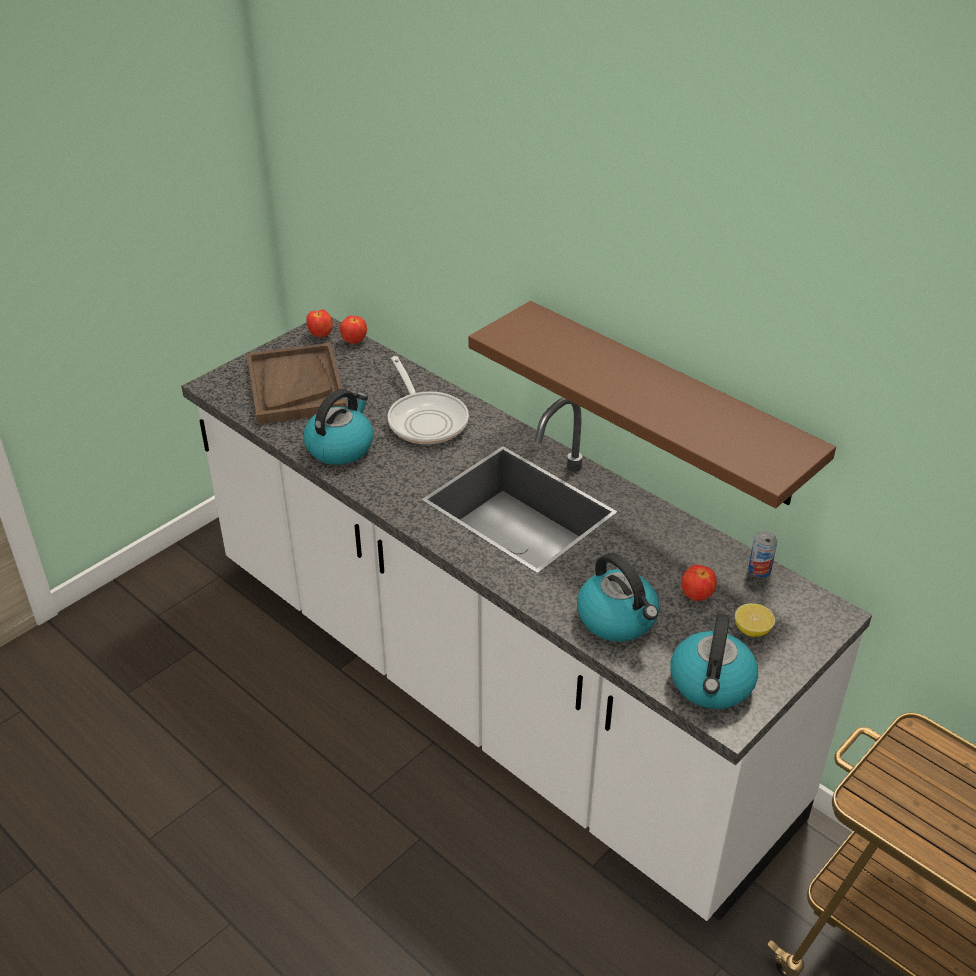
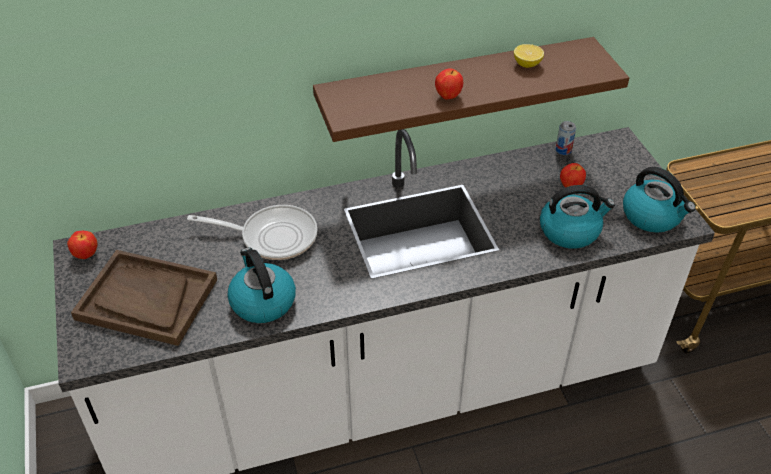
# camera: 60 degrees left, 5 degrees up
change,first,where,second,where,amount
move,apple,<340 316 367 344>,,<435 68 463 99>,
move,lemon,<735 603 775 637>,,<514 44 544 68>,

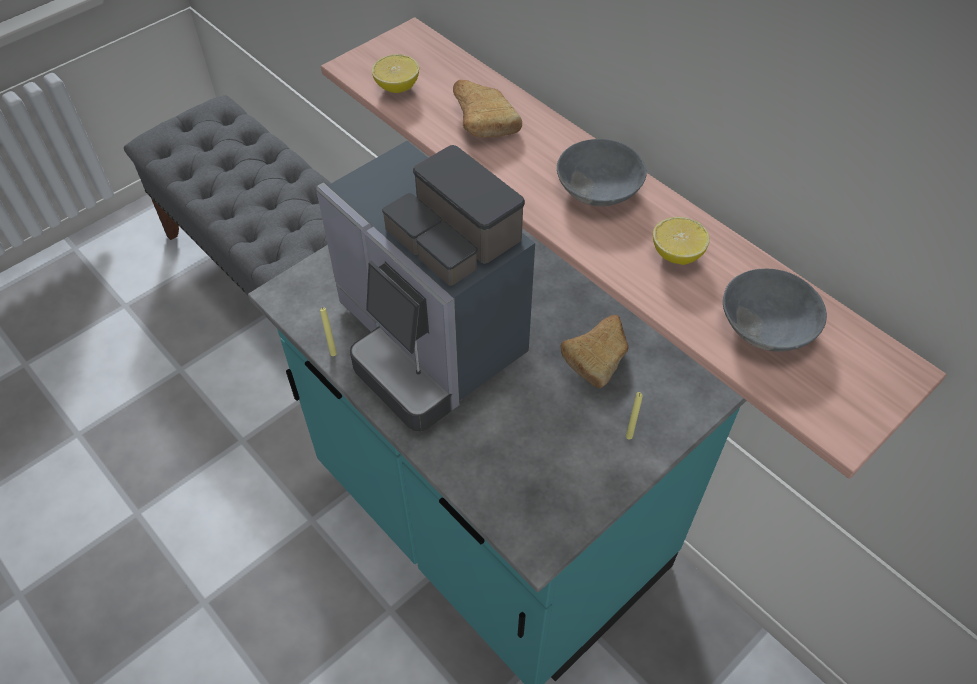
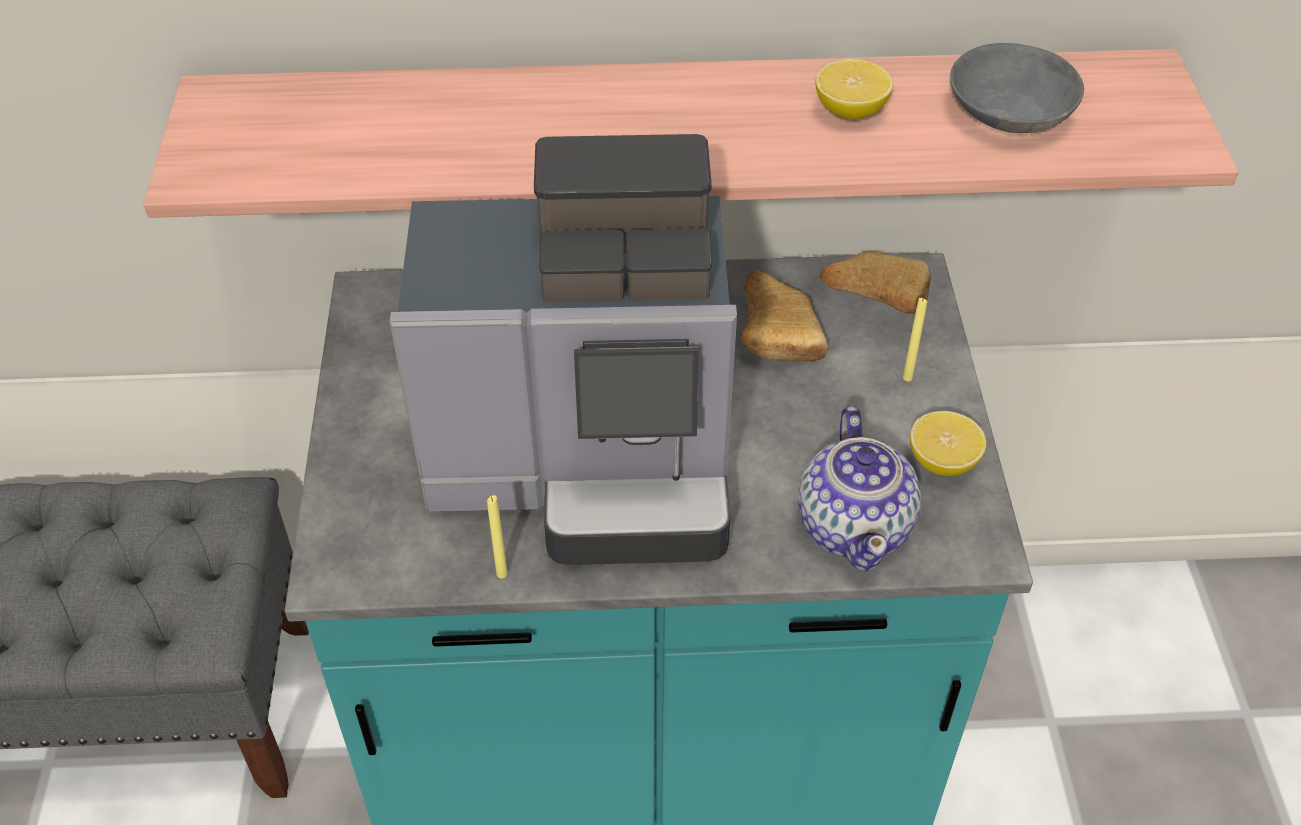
# camera: 50 degrees left, 5 degrees down
change,first,where,second,where,amount
insert,,,teapot,<798 406 921 571>,
move,bread,<453 80 522 138>,,<820 252 931 314>,
move,lemon,<372 54 419 93>,,<910 411 987 476>,
delete,grey bowl,<557 139 647 206>,,,

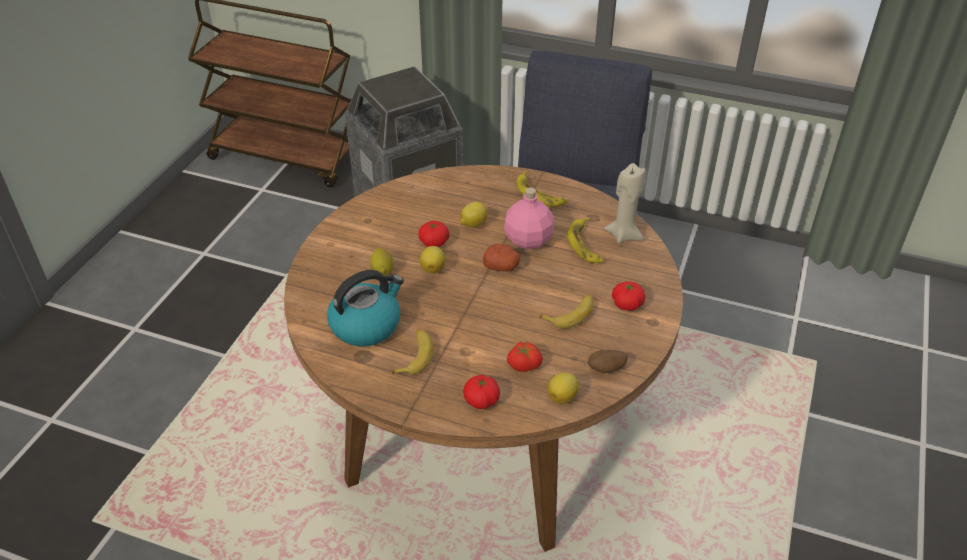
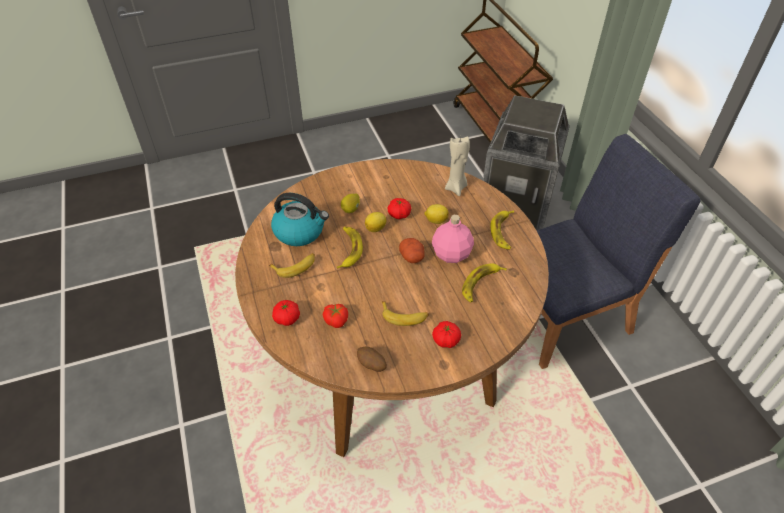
# camera: 50 degrees right, 5 degrees up
change,first,where,second,where,amount
insert,,,banana,<337 227 363 269>,
move,beige candle,<604 163 646 244>,,<445 137 470 196>,
delete,lemon,<548 372 579 404>,,,

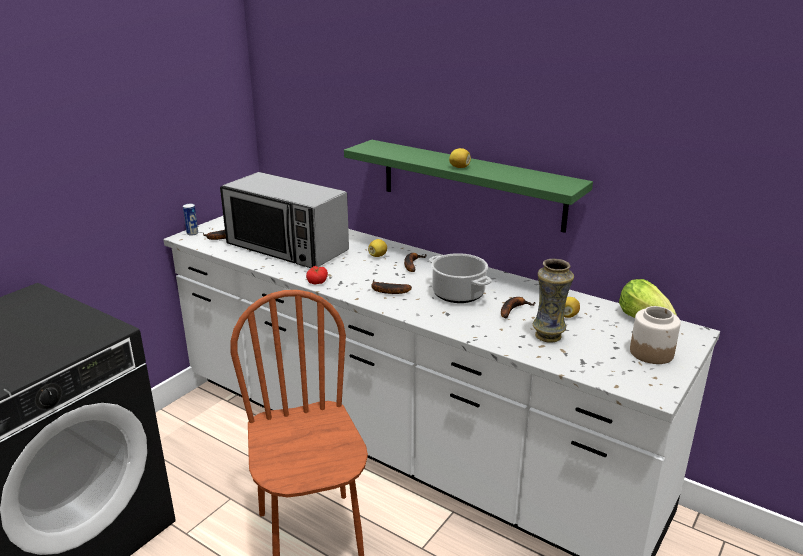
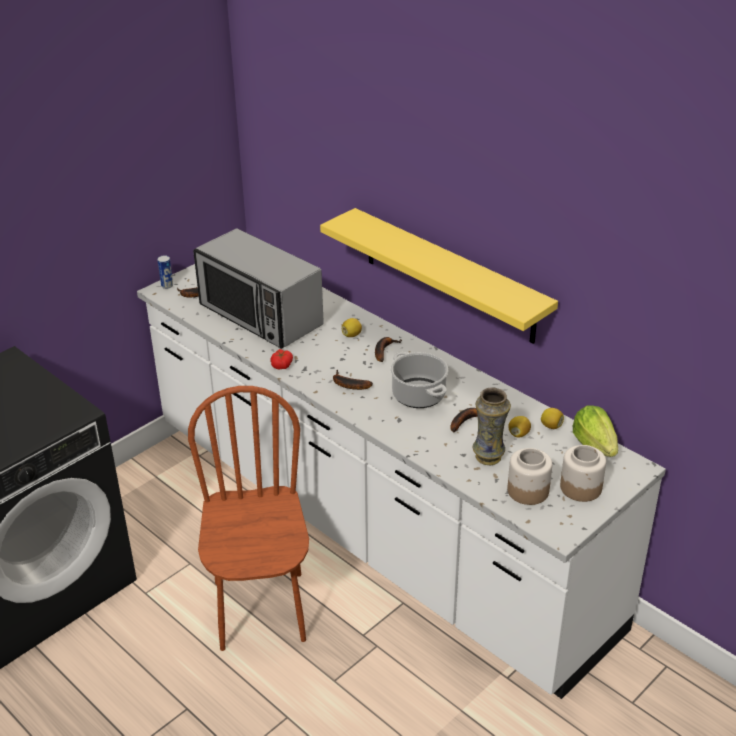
# camera: 10 degrees right, 10 degrees up
change,first,where,second,where,amount
recolor,green shelf,<344 140 593 233>,yellow shelf,<320 208 558 344>,
insert,,,jar,<507 448 552 505>,
move,lemon,<449 148 471 168>,,<541 408 564 429>,

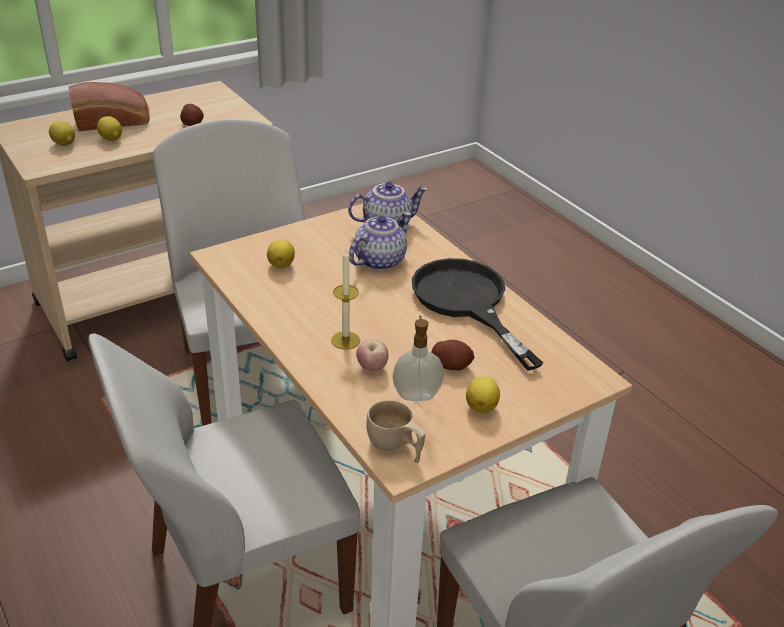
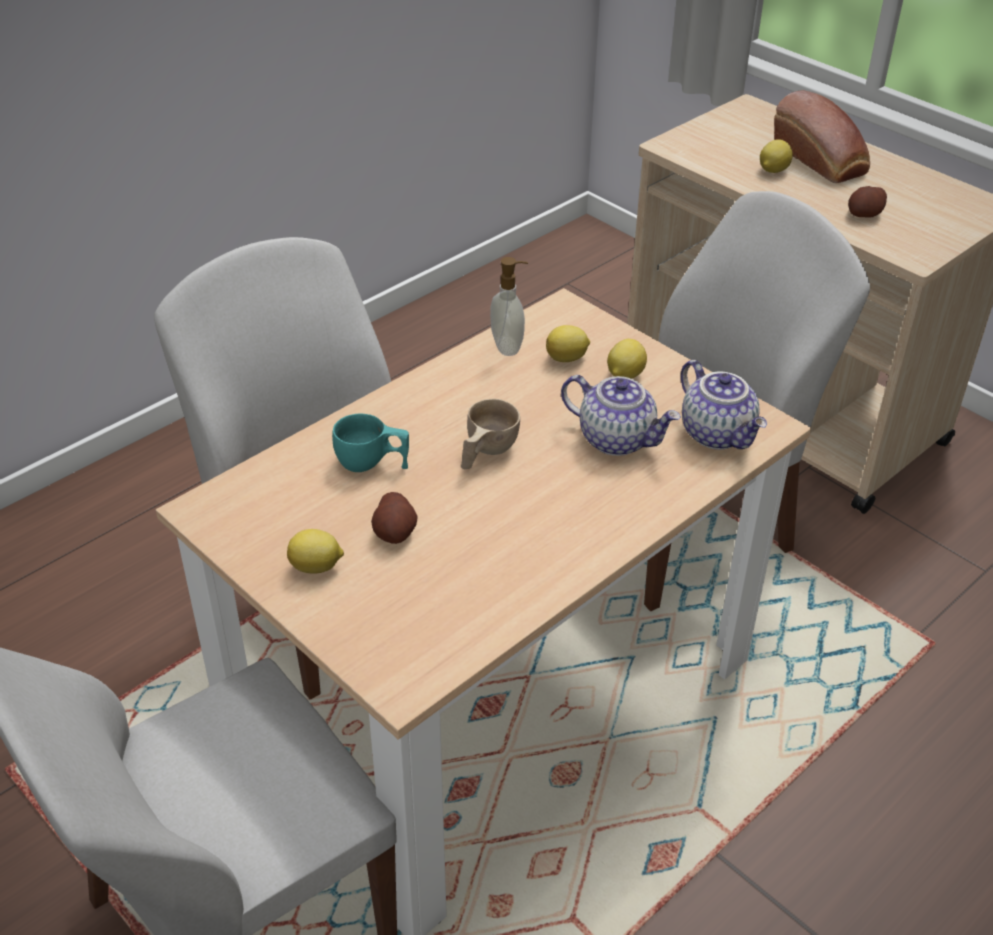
# camera: 80 degrees right, 5 degrees up
change,first,where,second,where,amount
replace,apple,<356 339 389 371>,turquoise cup,<332 413 409 472>,
move,beige cup,<366 400 426 463>,,<461 399 520 469>,
move,soap dispenser,<393 315 444 401>,,<490 257 528 356>,
move,lemon,<49 121 75 146>,,<607 339 647 379>,
delete,candle,<331 249 360 350>,,,
delete,black frying pan,<412 258 543 371>,,,

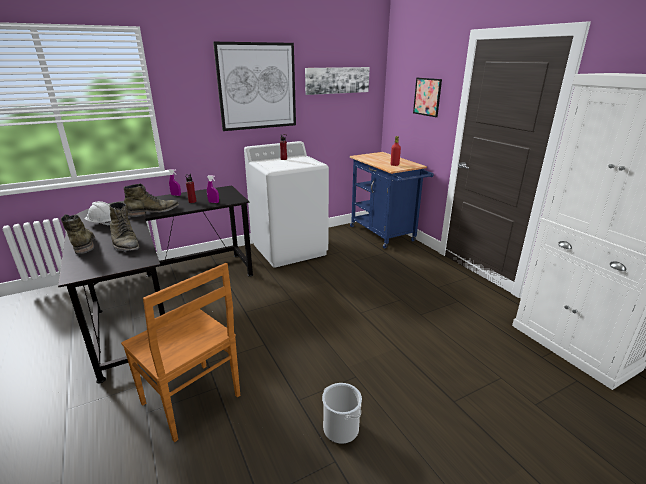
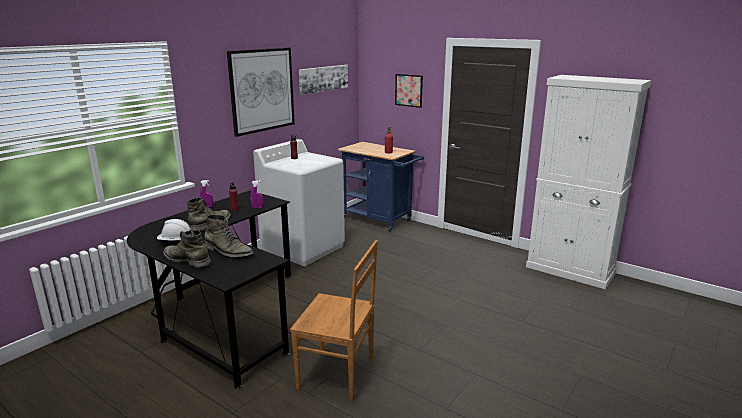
# camera: 25 degrees left, 5 degrees down
change,first,where,second,where,amount
delete,bucket,<322 383 362 444>,,,

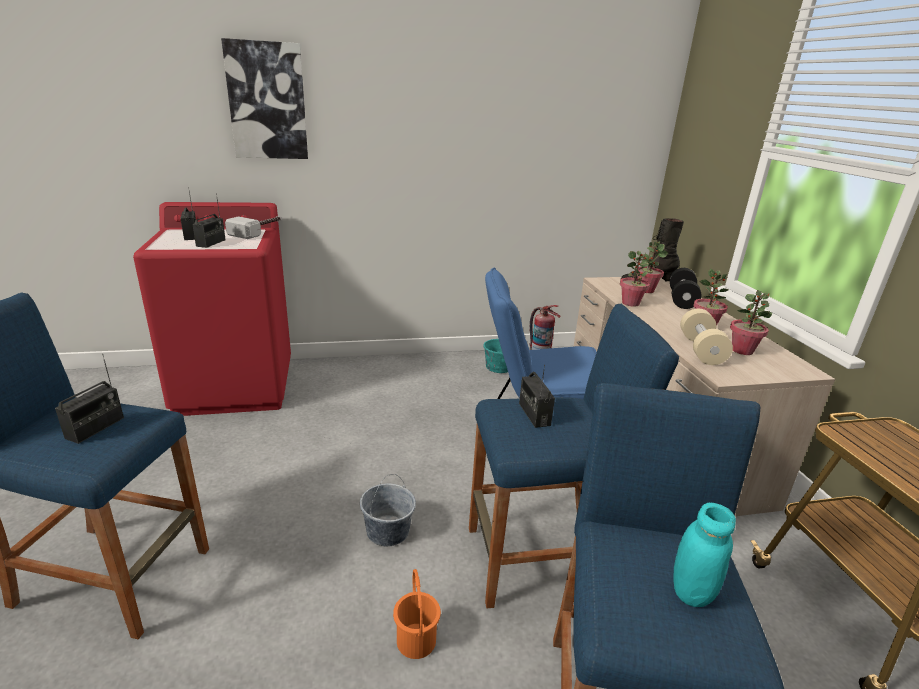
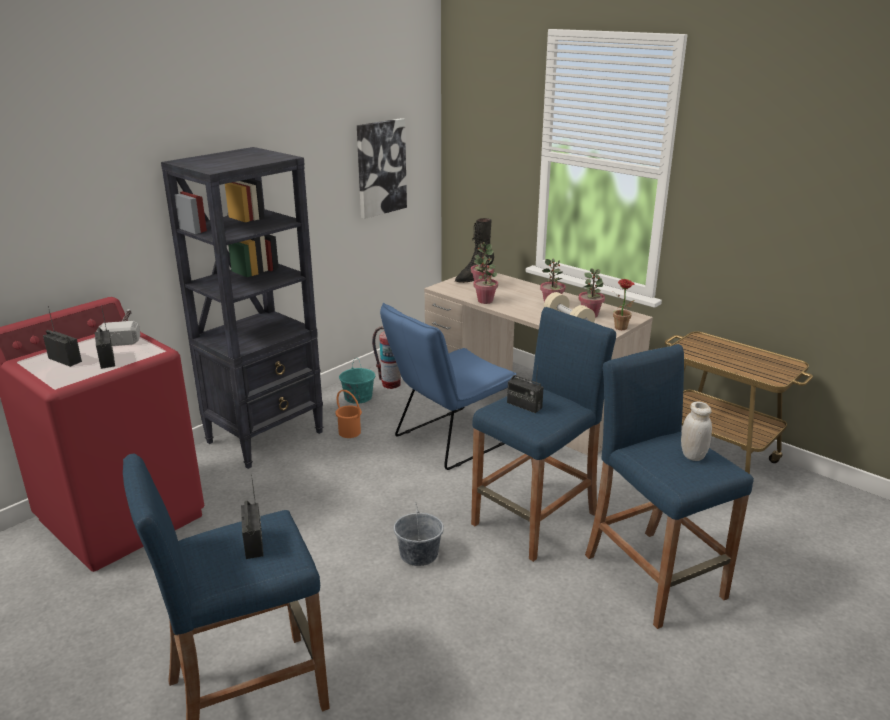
# camera: 35 degrees left, 0 degrees up
change,first,where,second,where,amount
insert,,,black bookcase,<161 147 323 469>,
move,orange bucket,<393 569 441 659>,,<335 390 362 438>,
move,picture,<221 38 308 159>,,<357 118 407 219>,
insert,,,potted plant,<613 279 635 330>,
recolor,turquoise jar,<673 503 736 607>,white jar,<681 402 712 461>,
delete,black dumbbell,<670 268 701 309>,,,

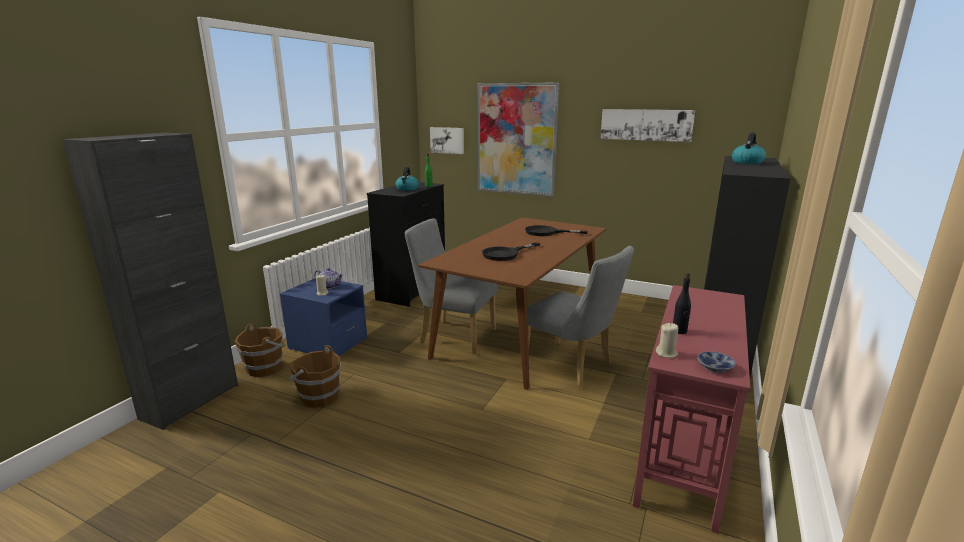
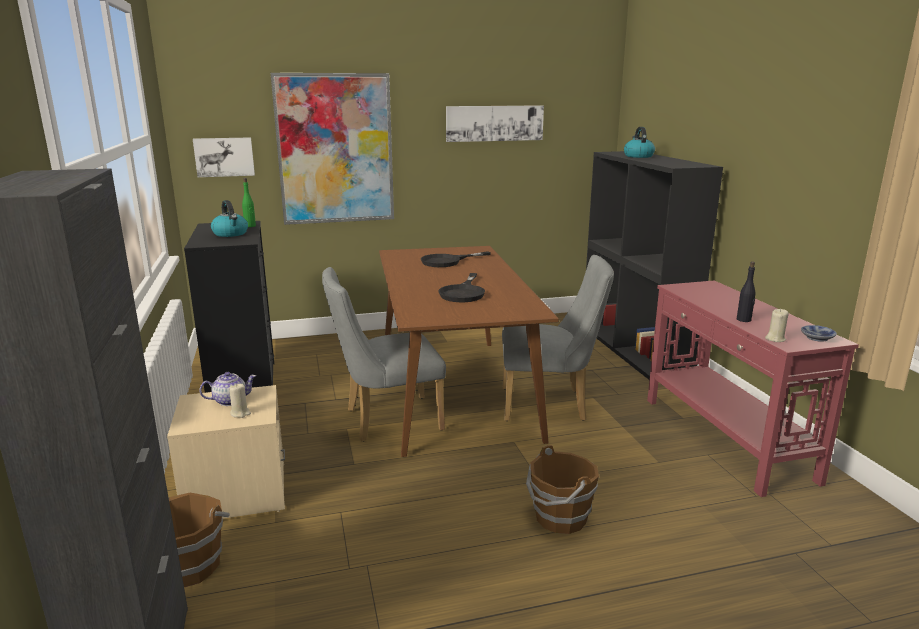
# camera: 40 degrees left, 0 degrees up
change,first,where,second,where,amount
recolor,blue nightstand,<280 278 367 356>,beige nightstand,<167 385 285 519>,
move,brown bucket,<289 345 341 408>,,<526 445 599 534>,

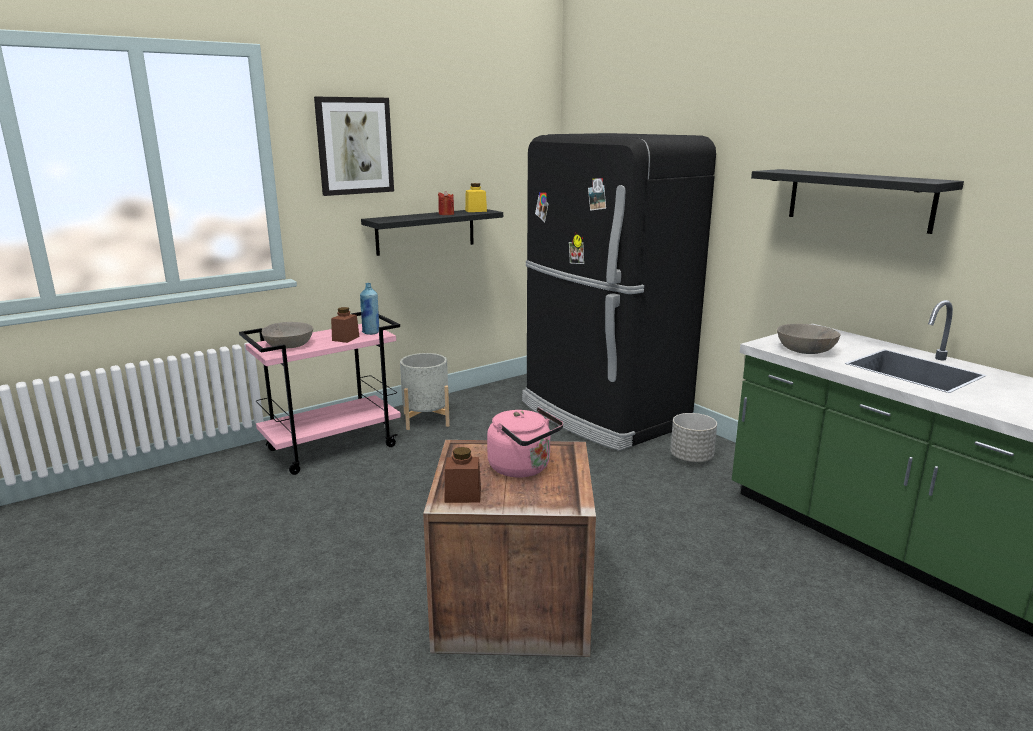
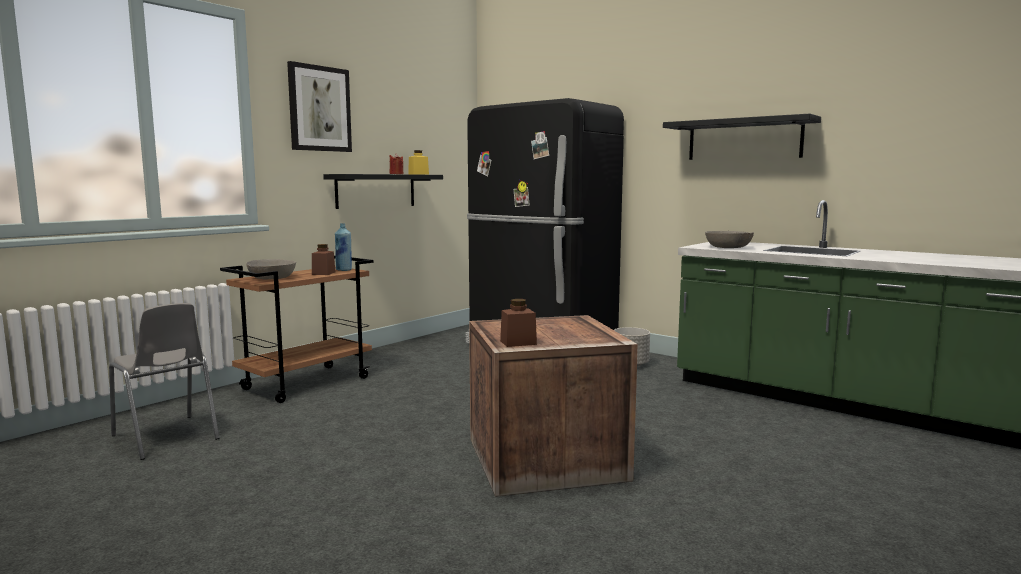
# camera: 15 degrees left, 10 degrees down
change,first,where,second,where,amount
insert,,,grey chair,<109 303 219 460>,
recolor,pink cart,<239 312 401 475>,brown cart,<220 255 373 403>,
delete,grey planter,<400 353 450 430>,,,
delete,pink kettle,<487 407 563 478>,,,

